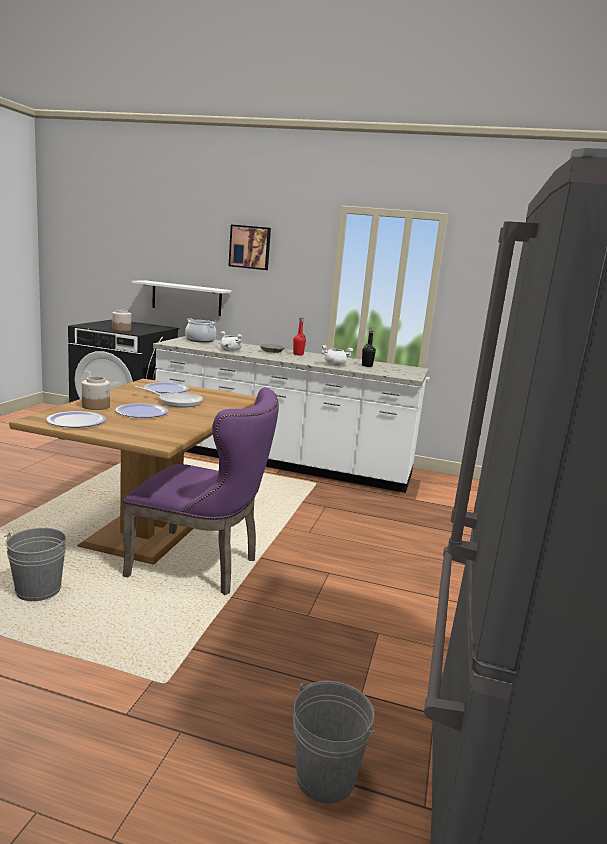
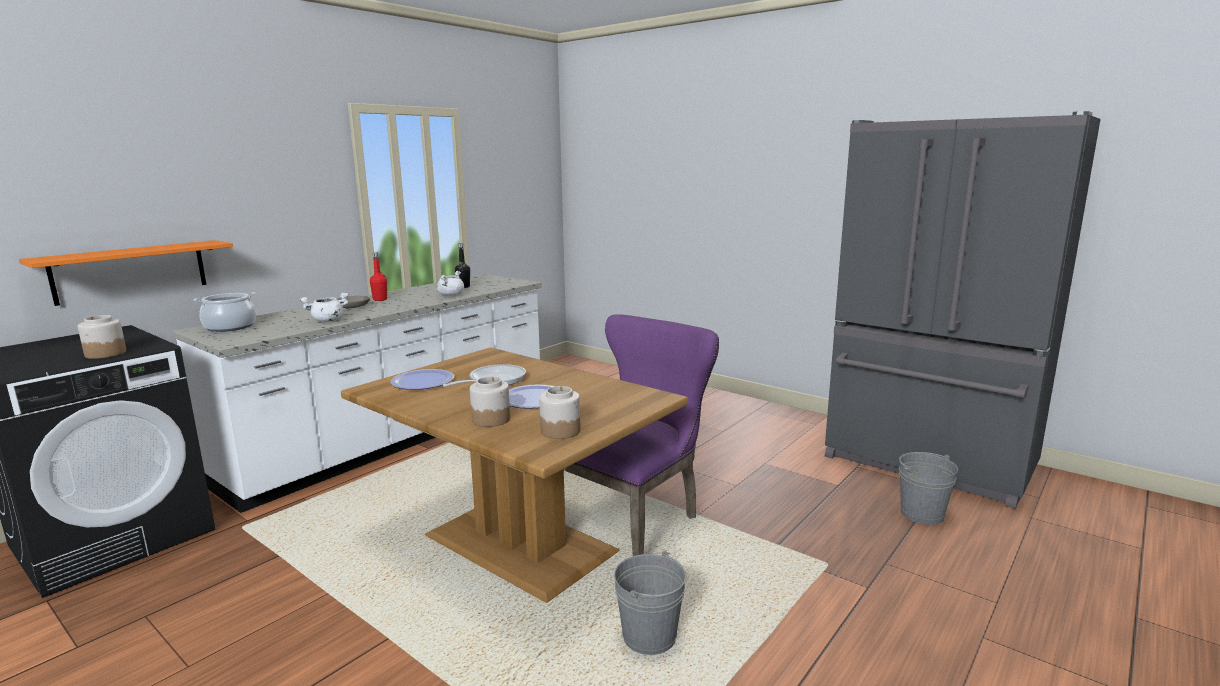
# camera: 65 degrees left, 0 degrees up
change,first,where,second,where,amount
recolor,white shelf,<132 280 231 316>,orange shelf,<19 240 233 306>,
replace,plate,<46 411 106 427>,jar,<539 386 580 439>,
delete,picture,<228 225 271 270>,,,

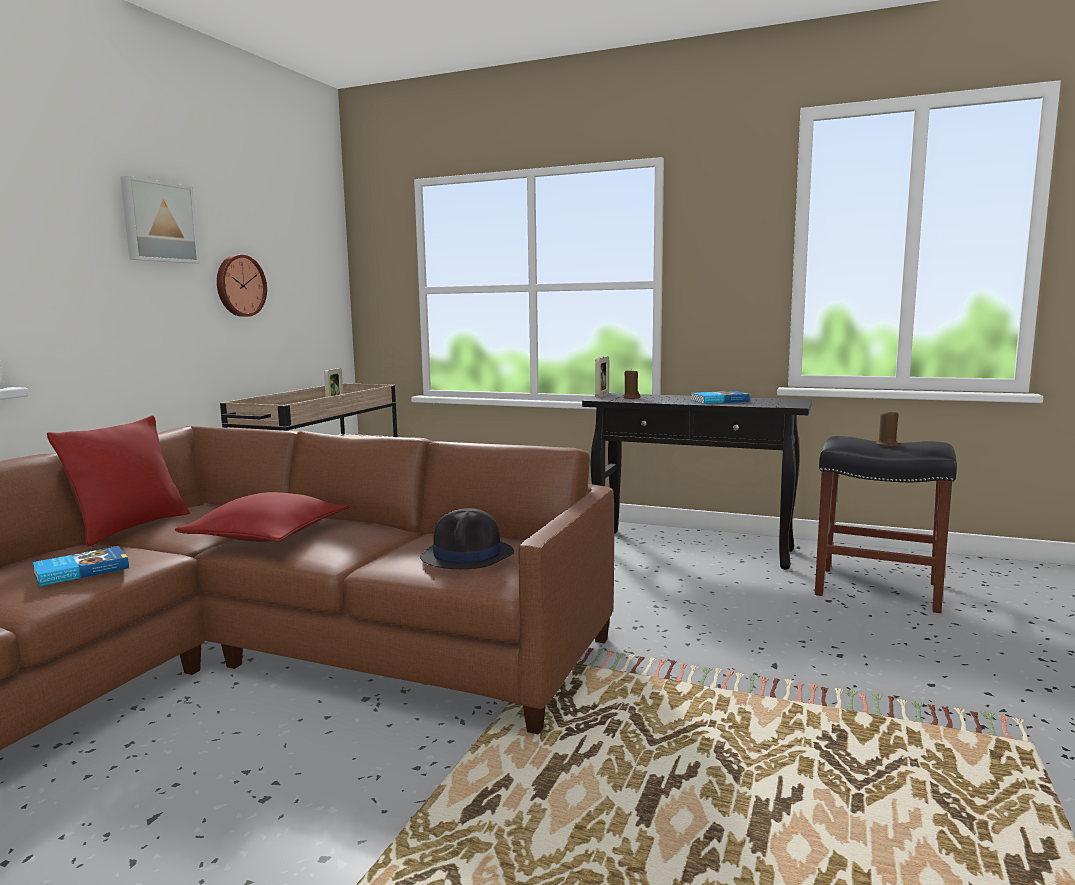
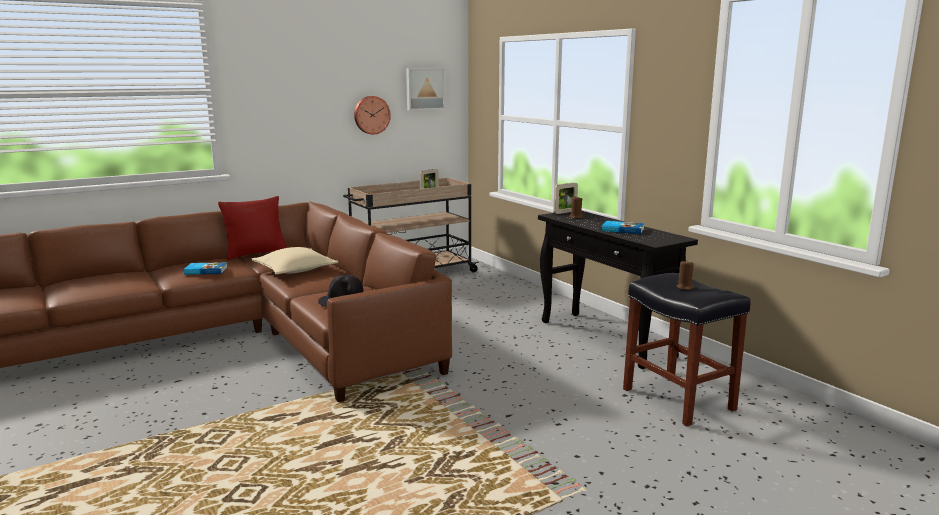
# camera: 35 degrees right, 5 degrees up
change,first,where,second,where,amount
recolor,red pillow,<174 492 350 542>,beige pillow,<252 247 338 275>,
move,picture,<120 176 200 263>,,<406 68 445 111>,

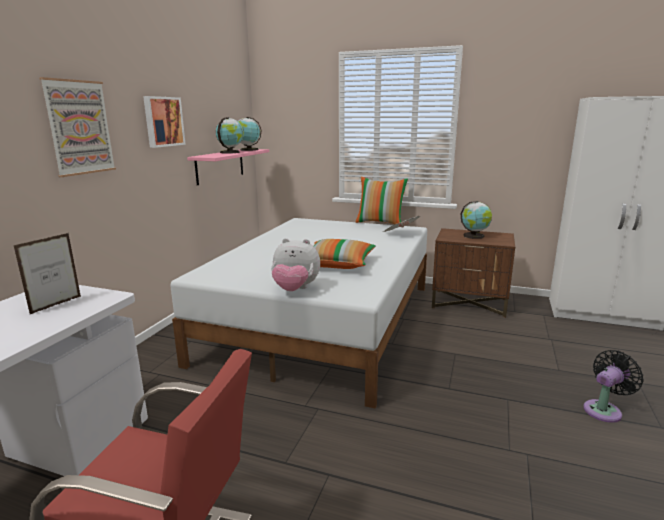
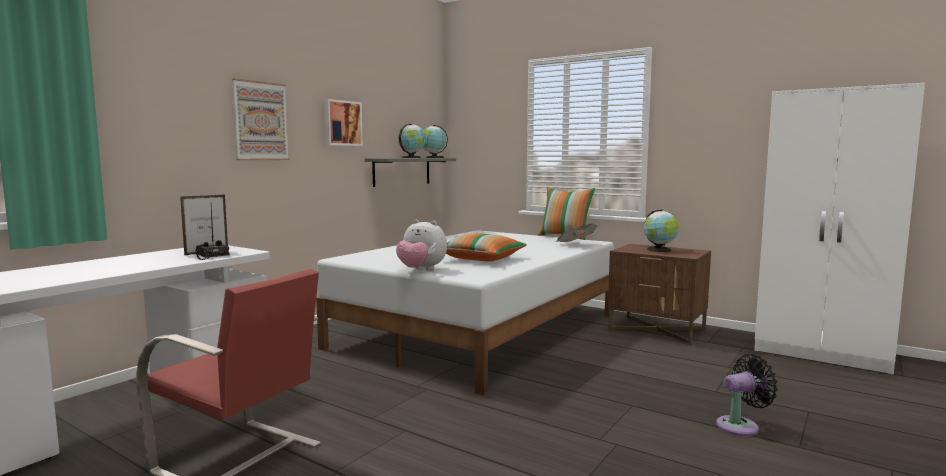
# camera: 15 degrees right, 10 degrees down
change,first,where,second,where,amount
insert,,,radio,<196 207 230 260>,
recolor,pink shelf,<187 149 269 185>,grey shelf,<365 158 456 187>,

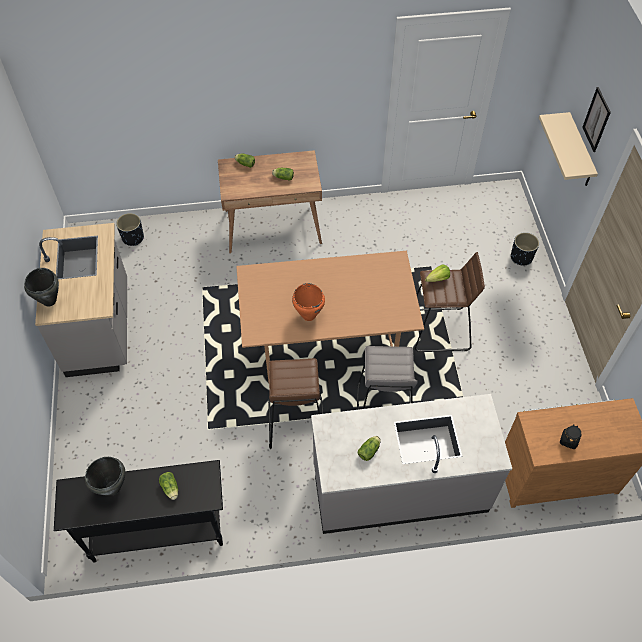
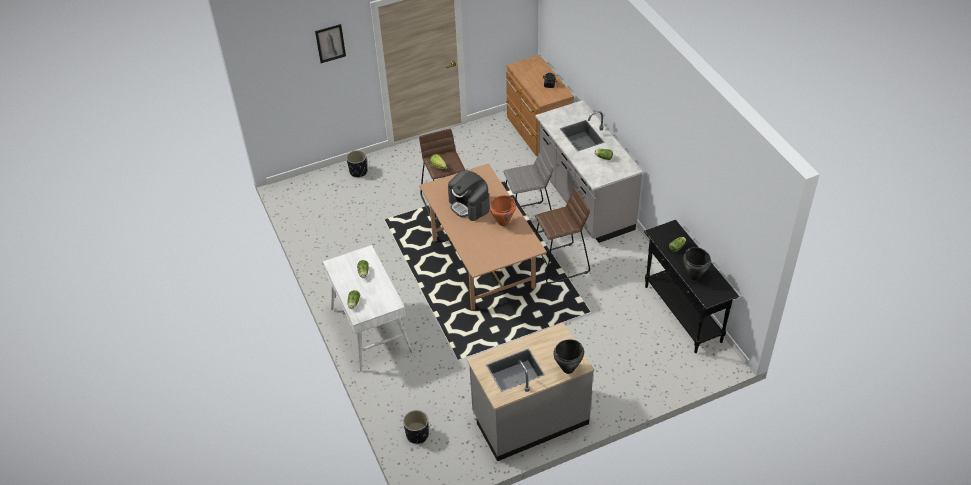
# camera: 105 degrees left, 10 degrees down
change,first,where,second,where,amount
recolor,brown desk,<218 150 322 254>,white desk,<323 245 413 372>,
insert,,,coffee machine,<448 170 490 221>,
delete,beige shelf,<539 112 598 186>,,,

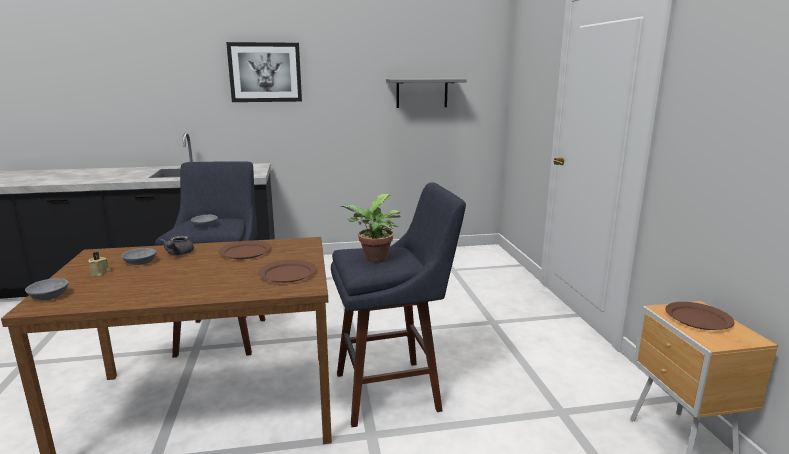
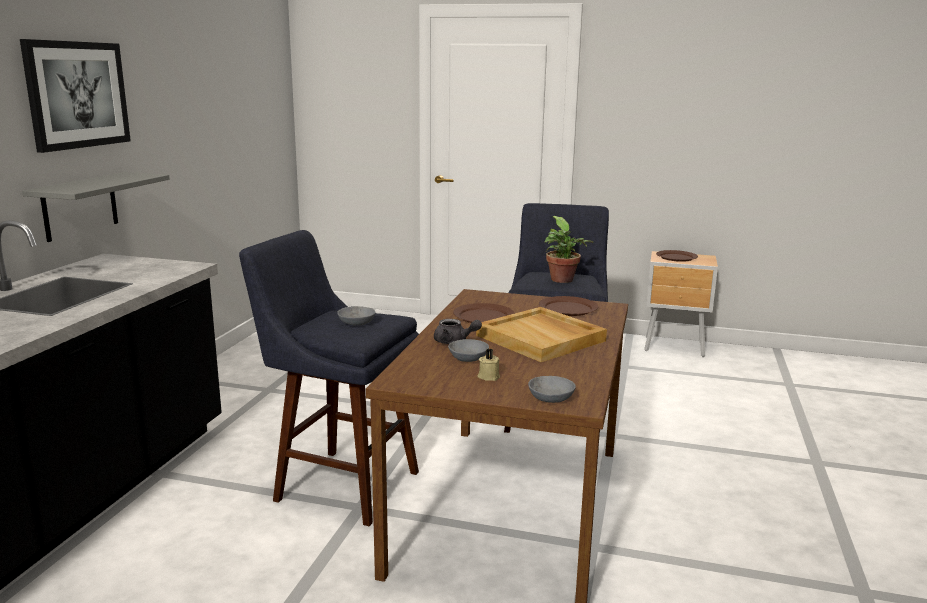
# camera: 65 degrees left, 0 degrees up
change,first,where,second,where,amount
move,grey shelf,<386 79 467 108>,,<22 172 170 242>,
insert,,,beige tray,<476 307 607 362>,

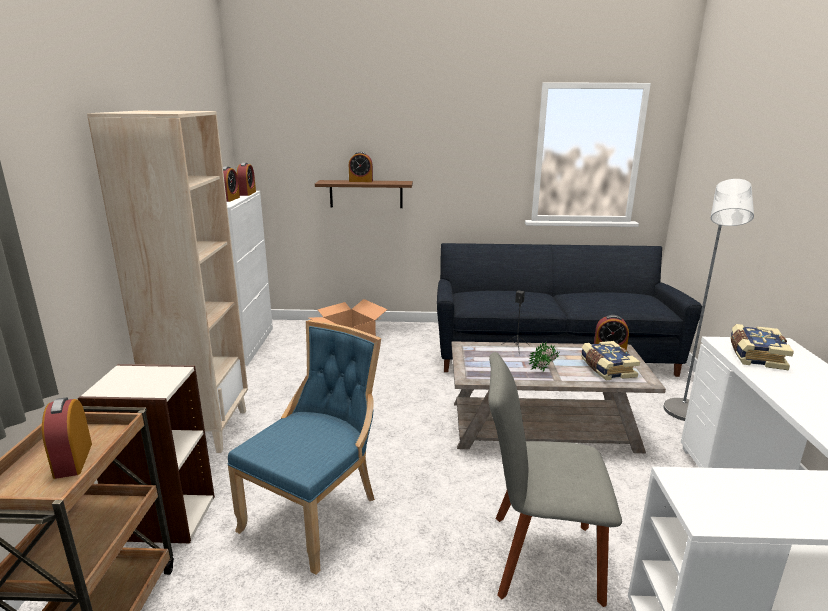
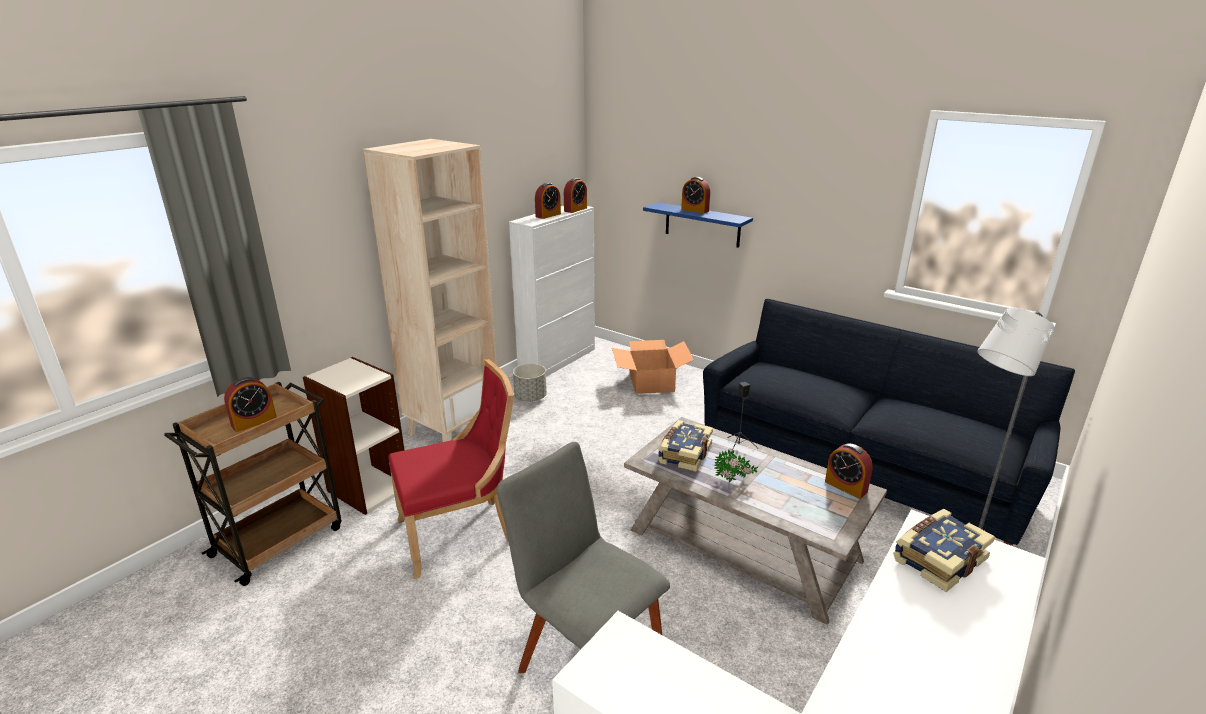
# camera: 35 degrees right, 5 degrees up
change,first,where,second,where,amount
rotate,alarm clock,<42 397 92 479>,,<224 377 276 432>,150 degrees counterclockwise
recolor,blue chair,<227 320 381 575>,red chair,<388 359 514 579>,
insert,,,grey planter,<513 364 547 402>,
recolor,brown shelf,<315 180 413 208>,blue shelf,<643 202 753 248>,
move,book,<581 341 640 380>,,<658 420 713 472>,

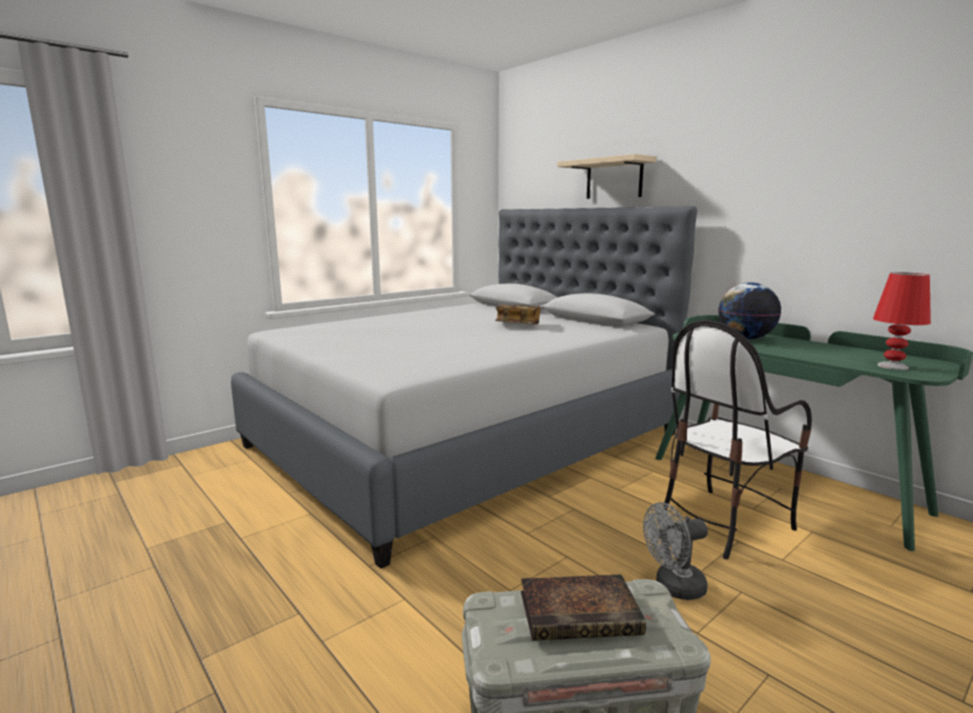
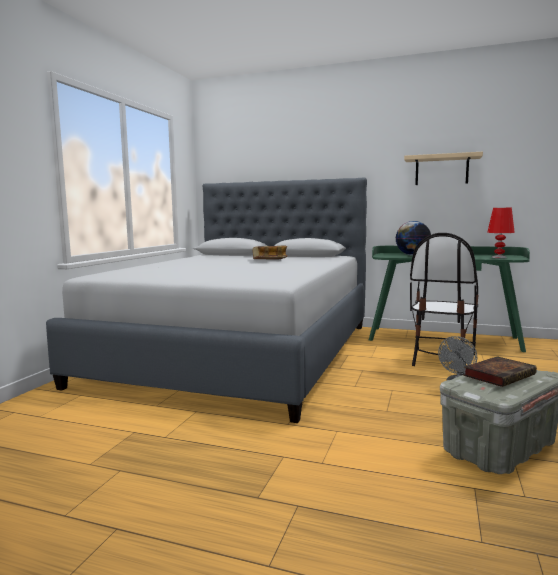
# camera: 30 degrees left, 5 degrees down
change,first,where,second,where,amount
move,beige shelf,<557 154 656 199>,,<404 152 483 185>,

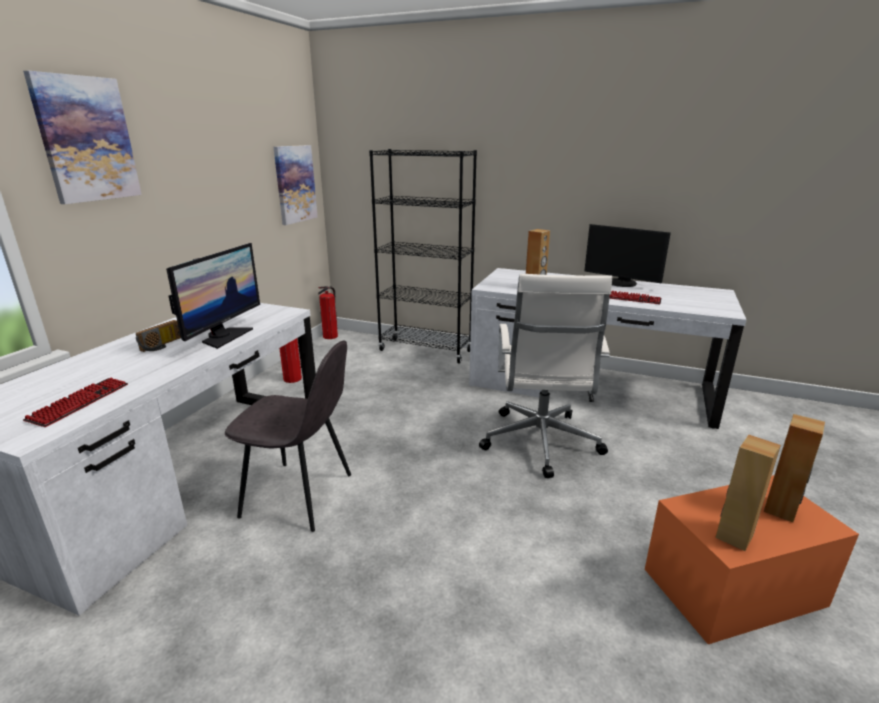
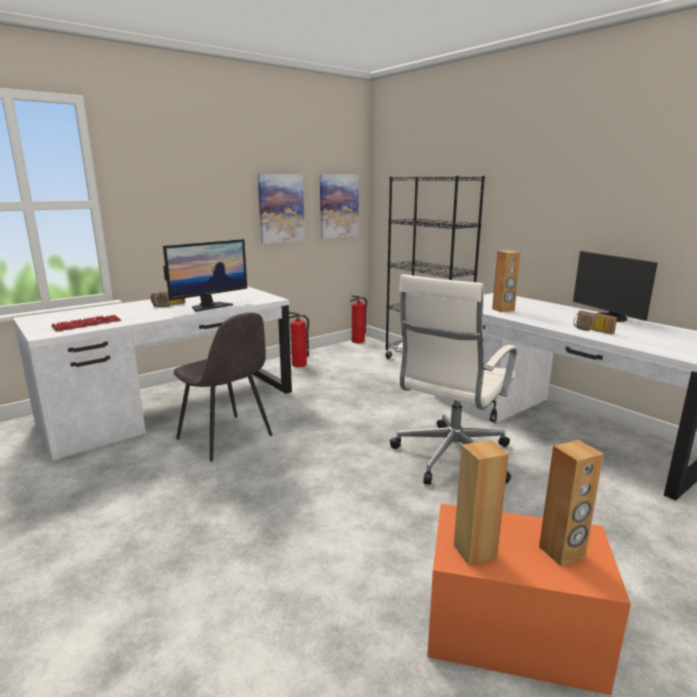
# camera: 30 degrees right, 5 degrees down
change,first,where,second,where,amount
move,picture,<23 71 142 204>,,<258 174 305 244>,
replace,keyboard,<609 291 661 304>,radio,<573 310 617 335>,

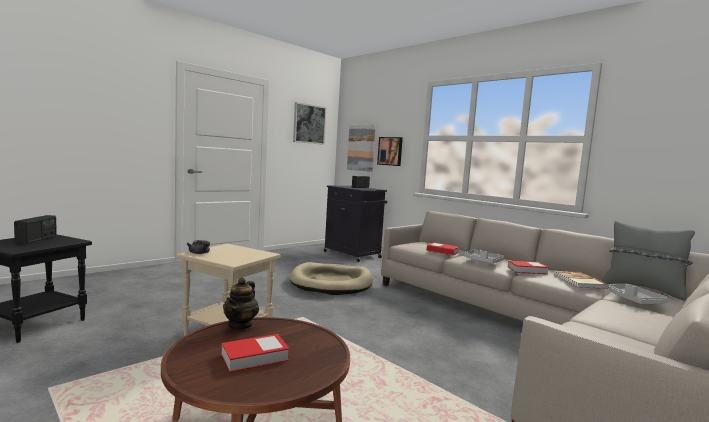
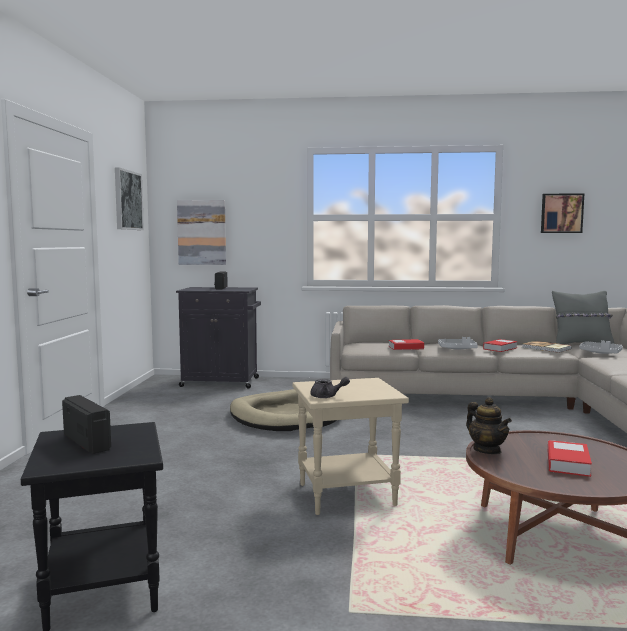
# camera: 40 degrees left, 0 degrees up
change,first,where,second,where,amount
move,picture,<377 137 403 166>,,<541 193 585 233>,

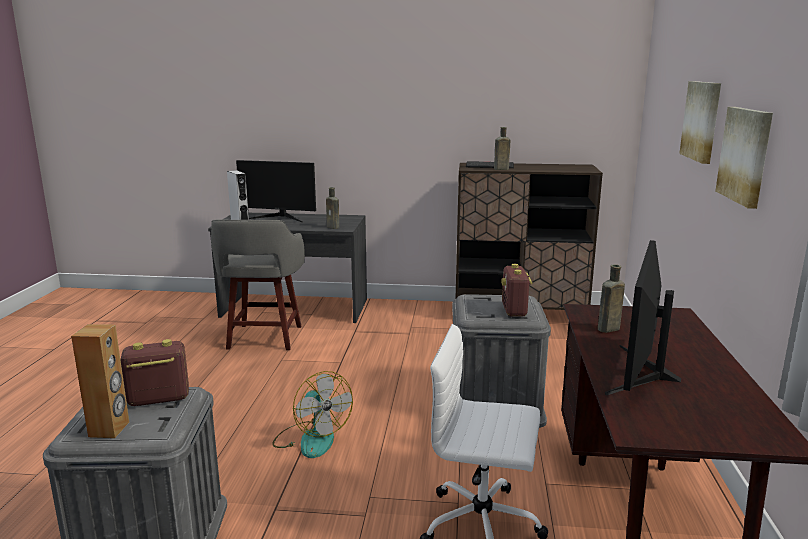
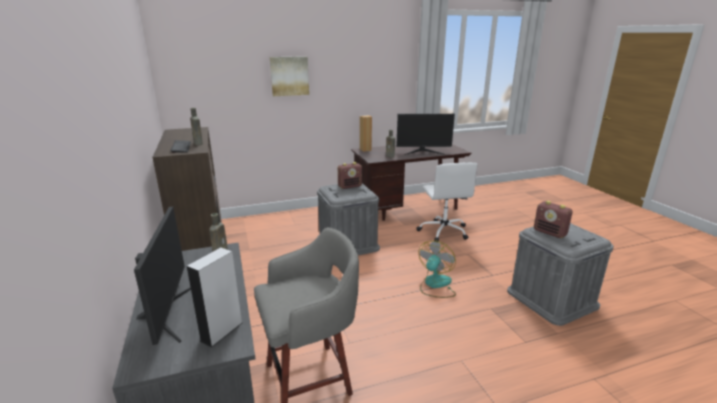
# camera: 115 degrees left, 5 degrees up
change,first,where,second,where,amount
move,brown speaker,<71 324 129 438>,,<360 115 372 152>,
delete,picture,<715 107 773 209>,,,

